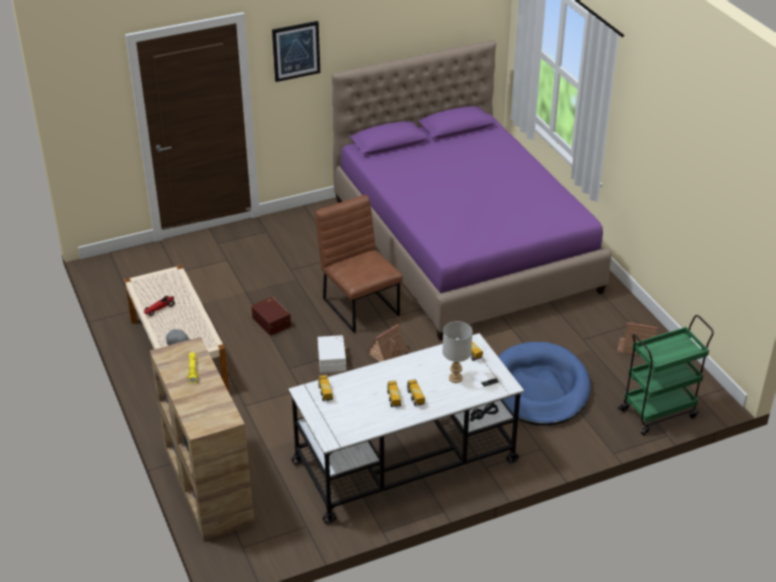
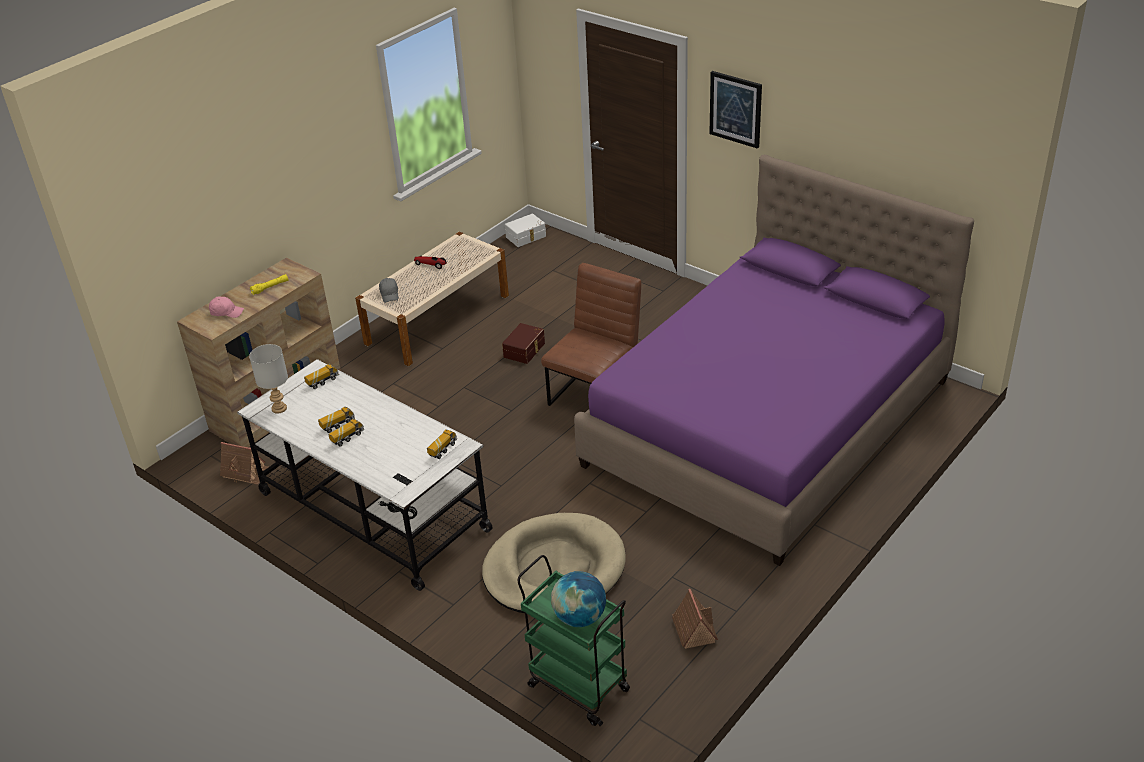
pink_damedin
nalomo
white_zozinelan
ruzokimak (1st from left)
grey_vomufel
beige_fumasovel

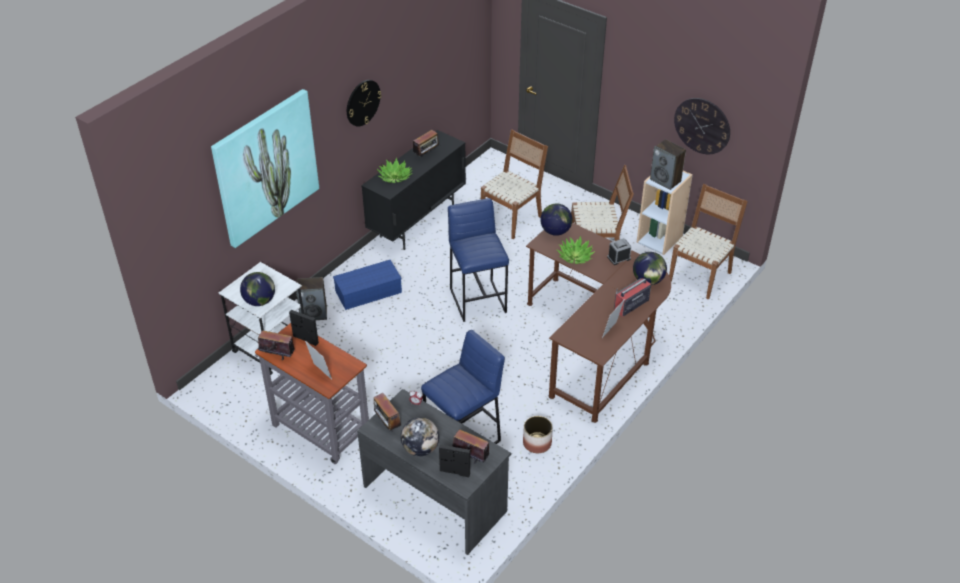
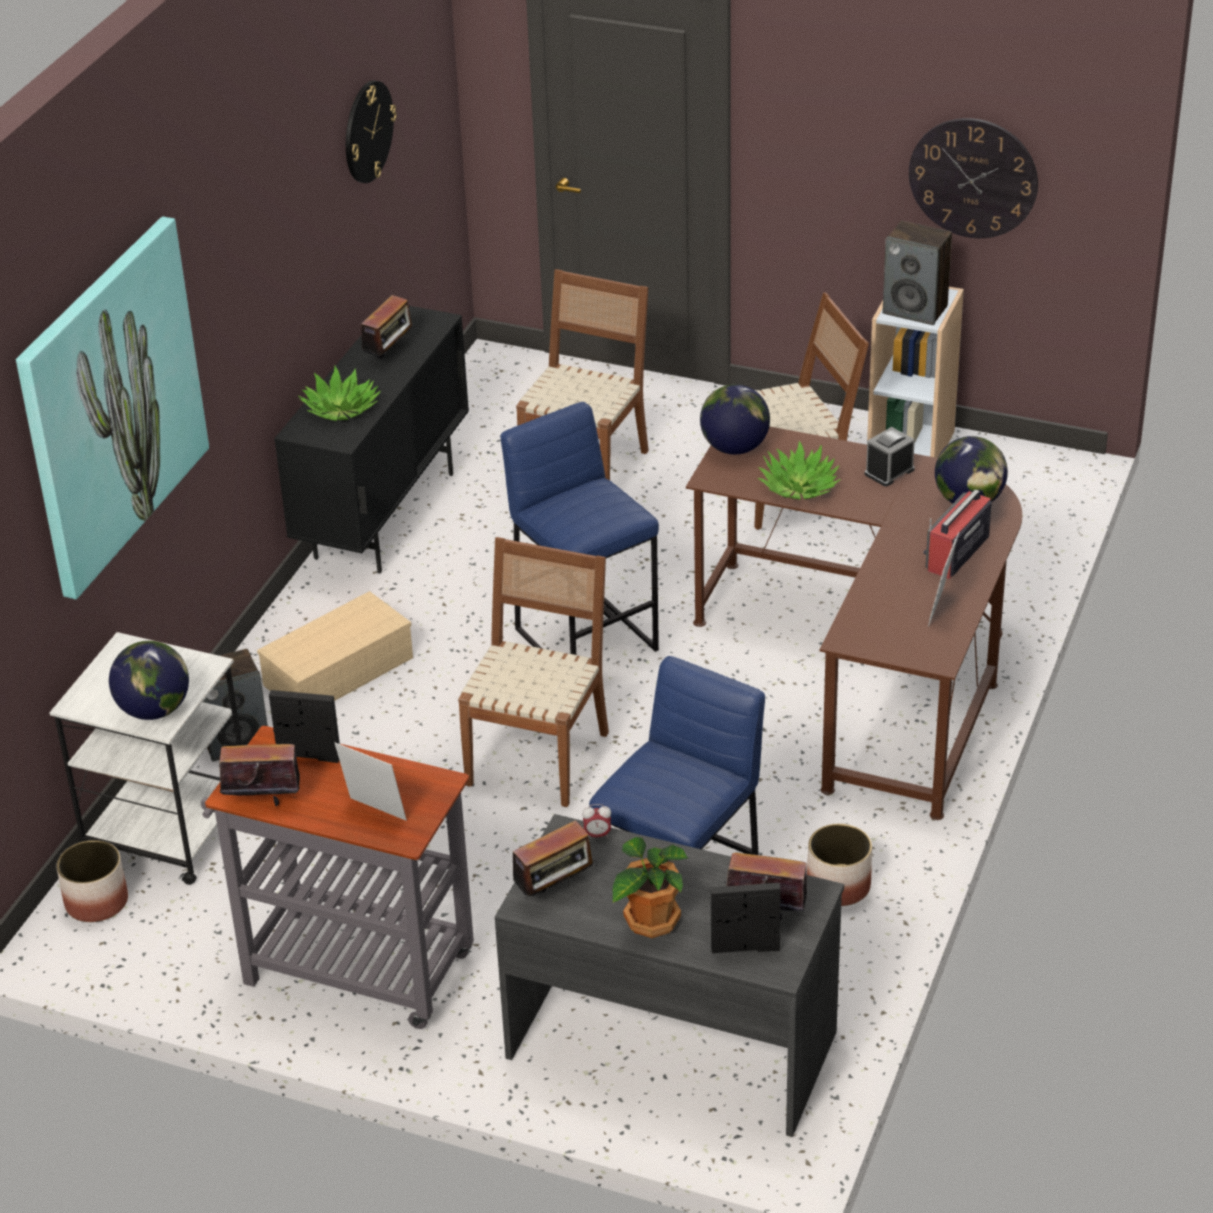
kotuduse (1st from left)
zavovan (1st from left)
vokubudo (1st from left)
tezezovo (2nd from left)
beige_zozinelan
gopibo (3rd from left)

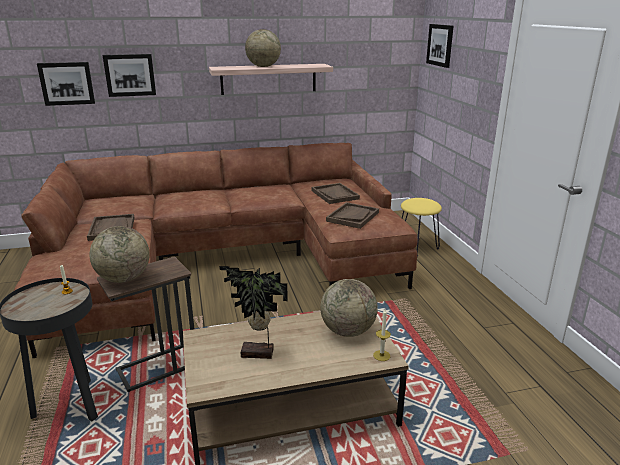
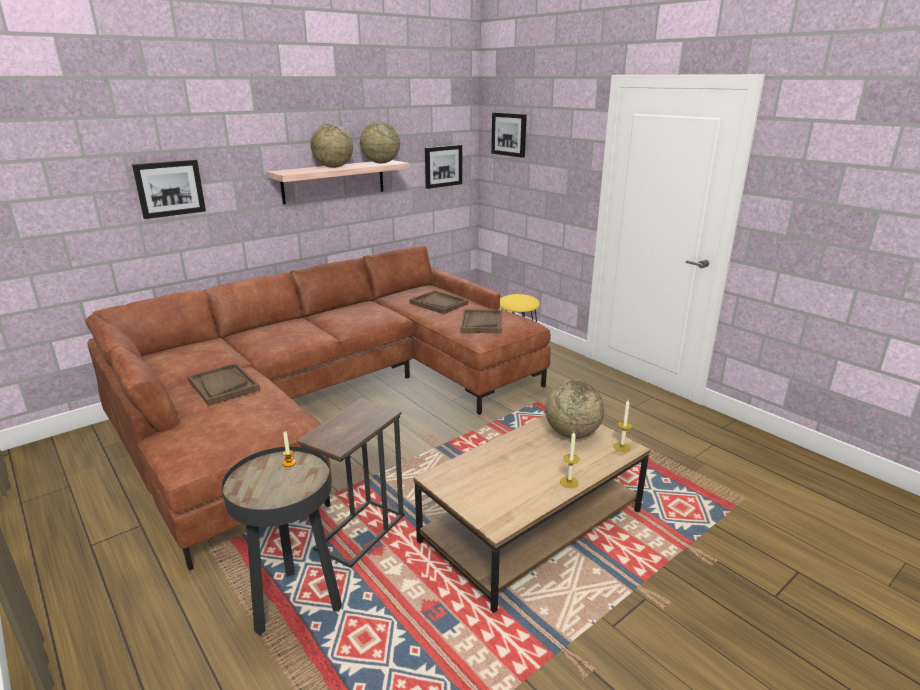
tezezovo
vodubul (2nd from left)
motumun (2nd from left)
nalomo (2nd from left)

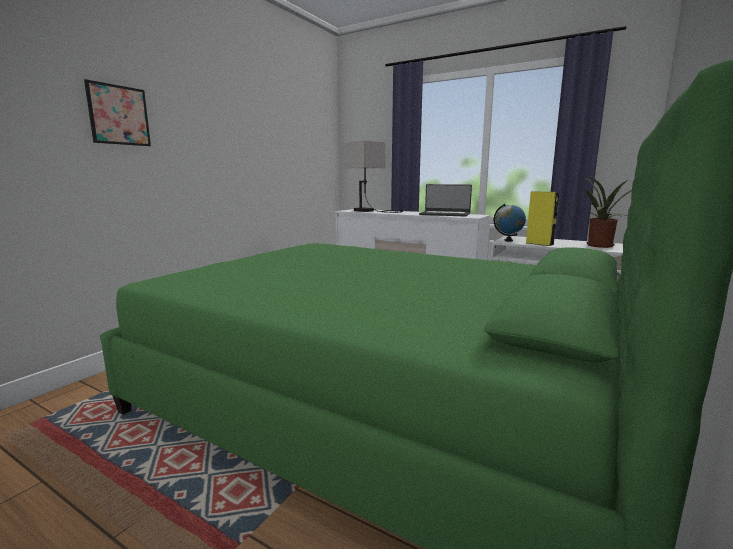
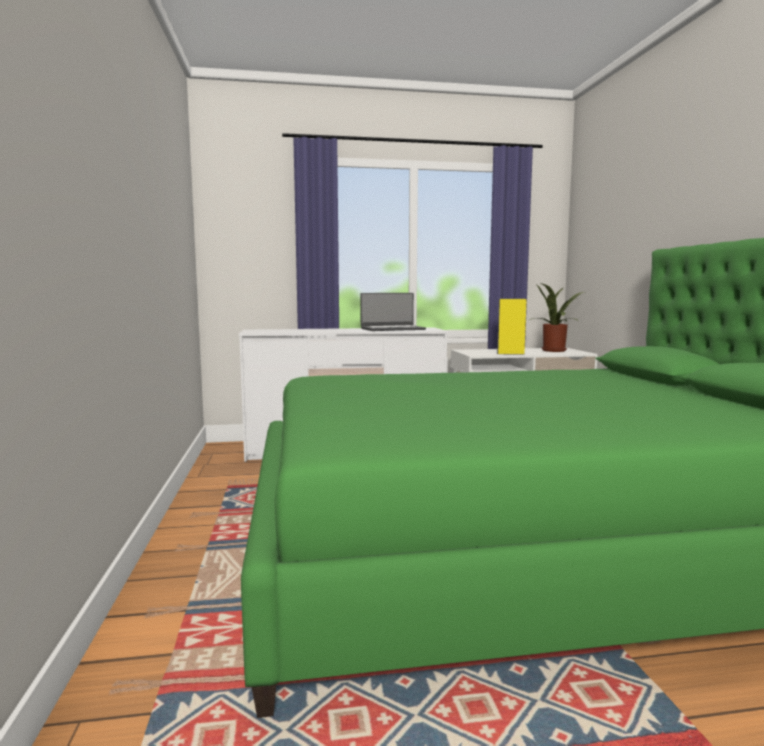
motumun
vomufel
nalomo

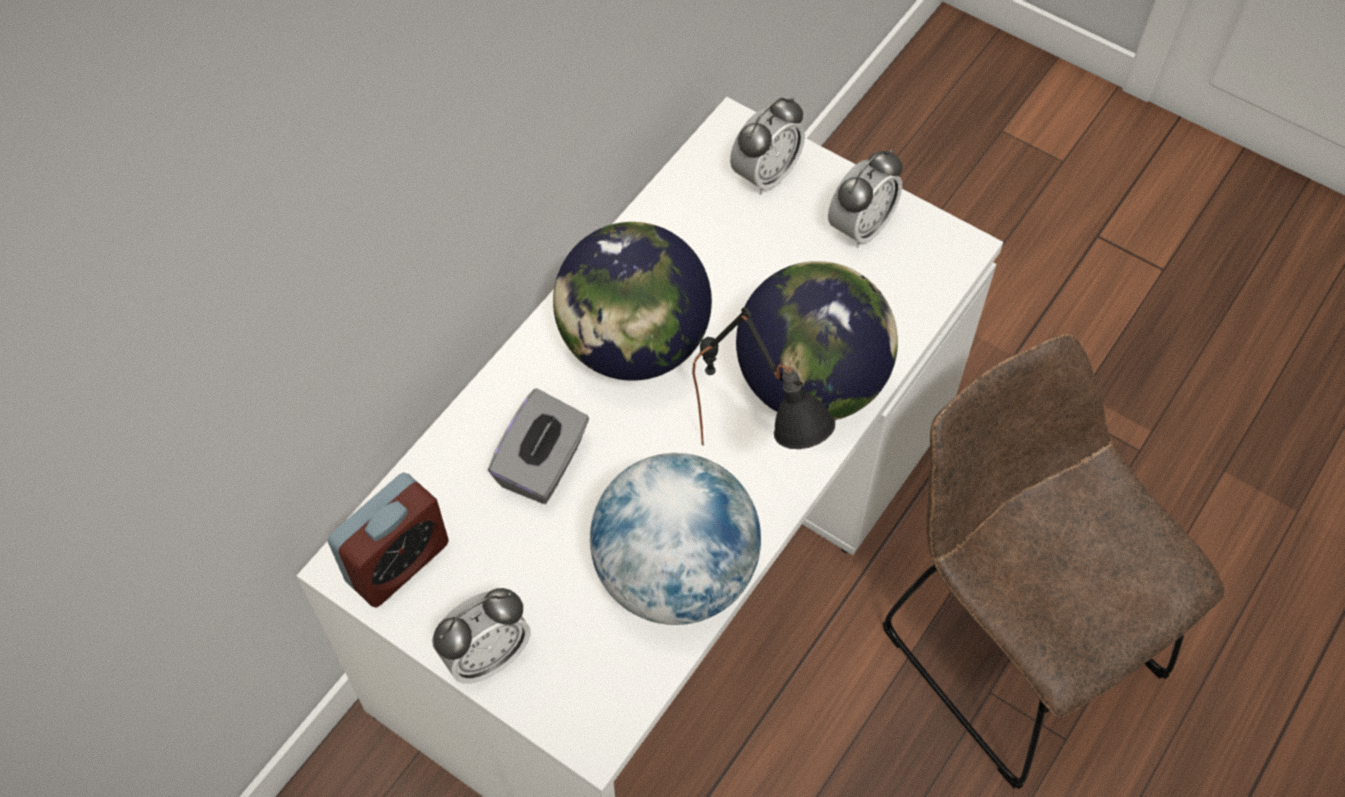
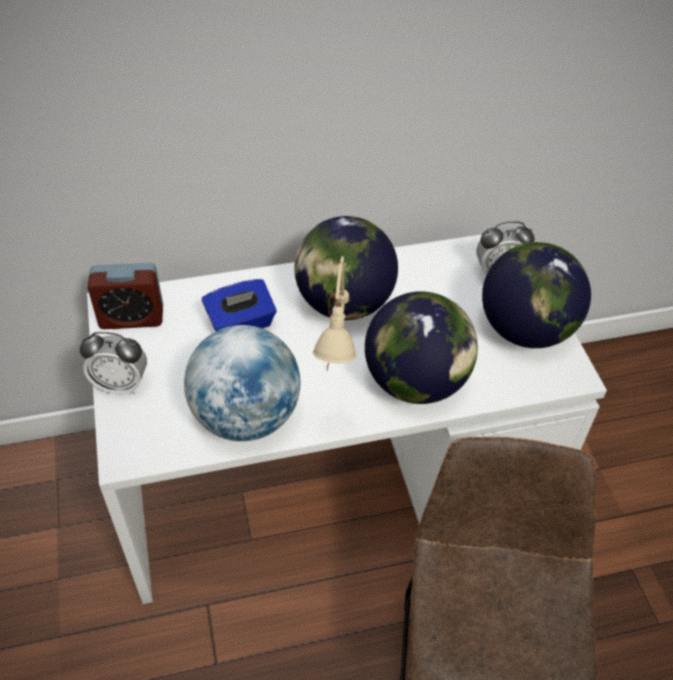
nalomo (4th from left)
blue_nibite
beige_vomufel

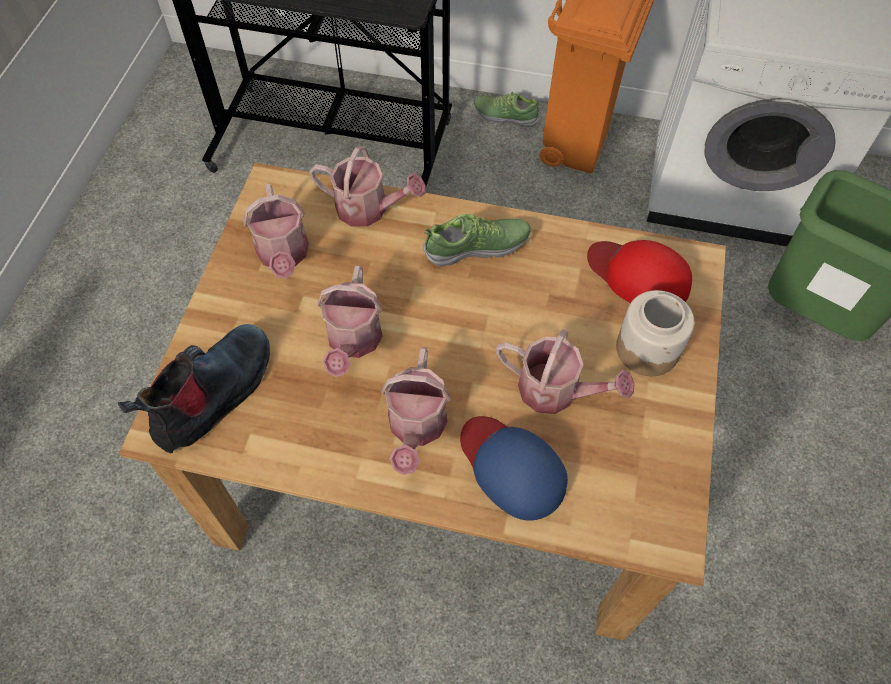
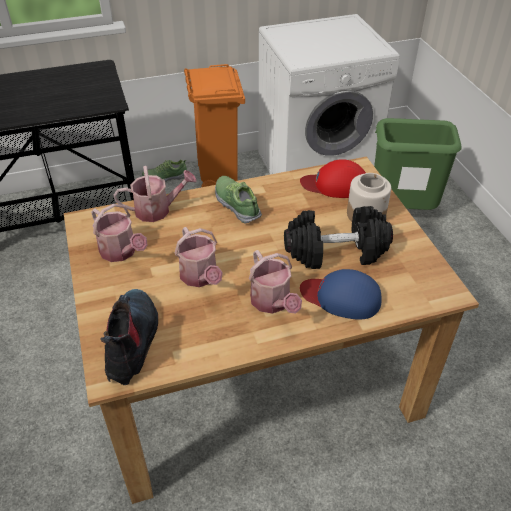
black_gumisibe
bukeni (2nd from left)

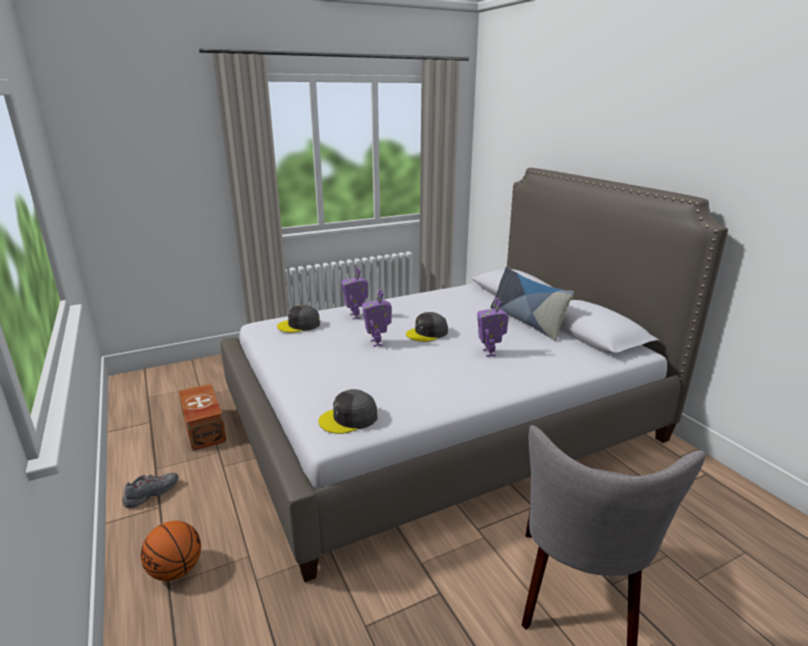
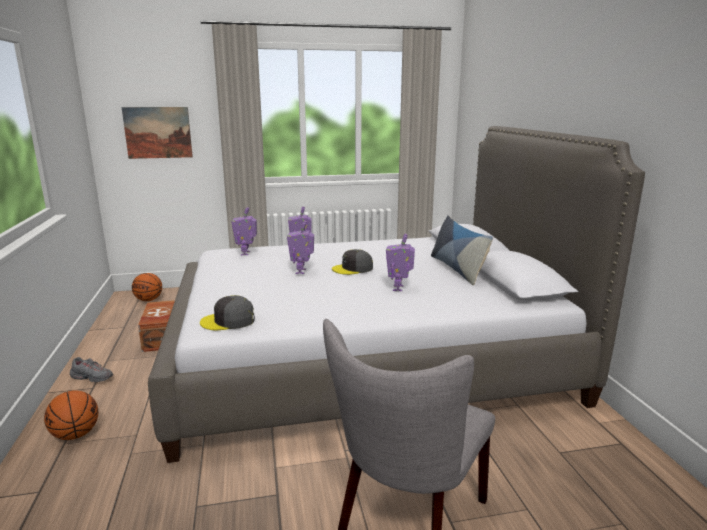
motumun
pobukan (2nd from left)
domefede (1st from left)
grey_bukeni

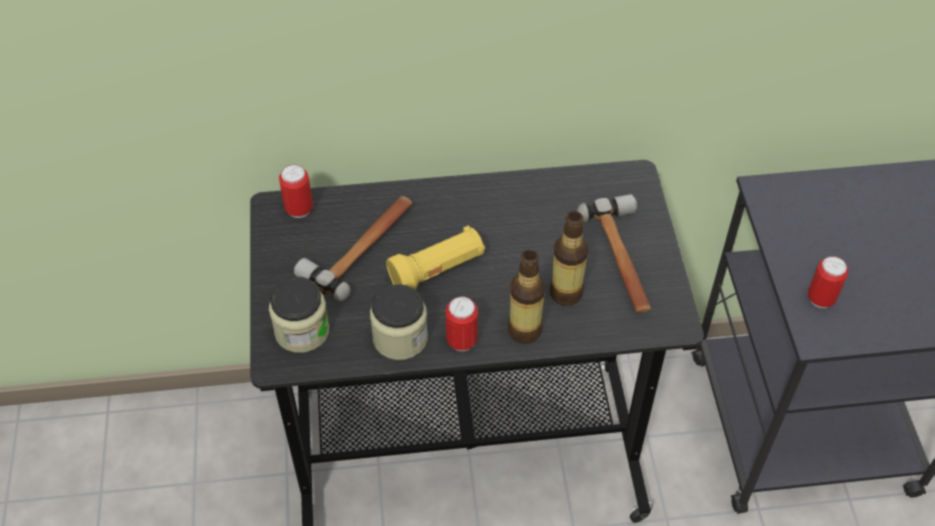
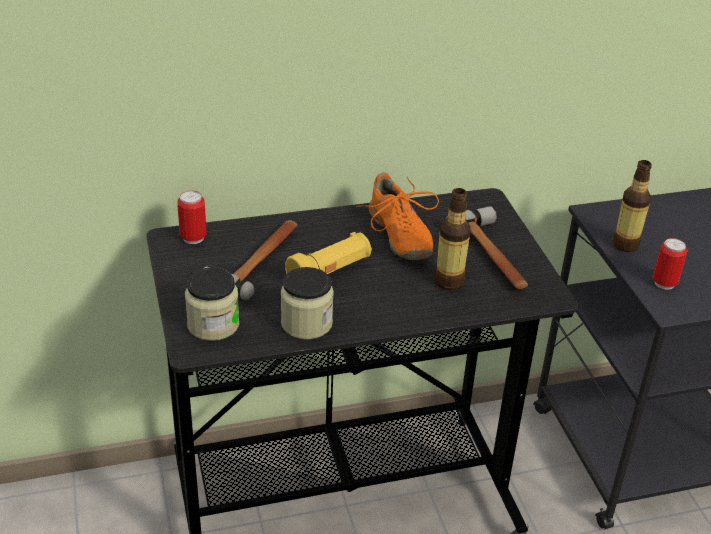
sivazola (2nd from left in the first image)
orange_bukeni
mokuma (2nd from left)

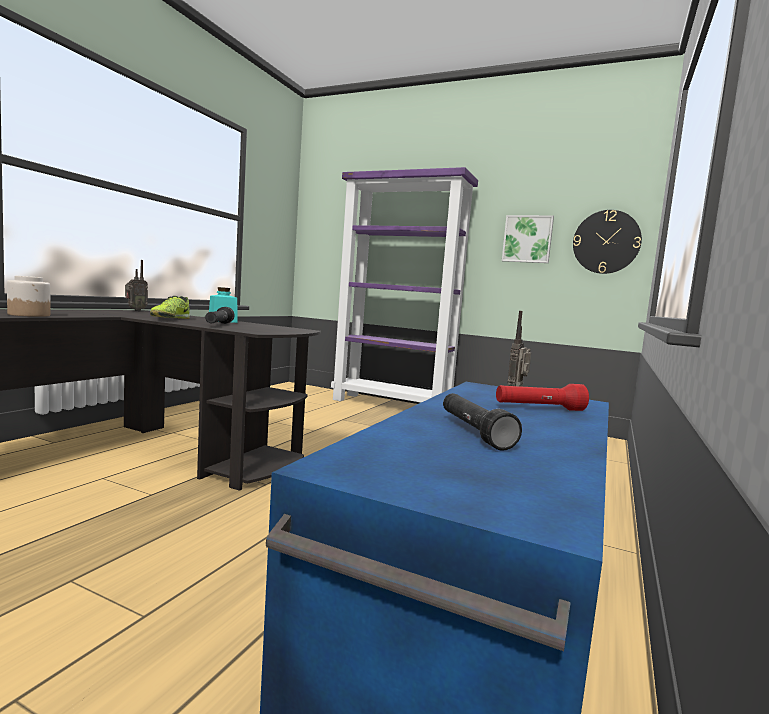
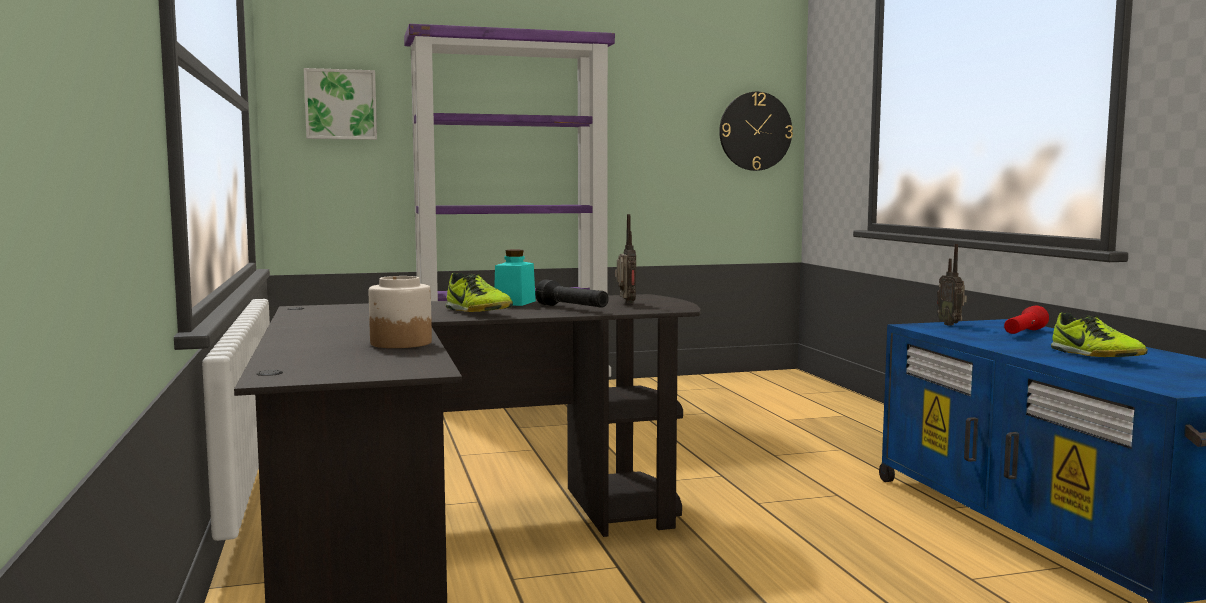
gopibo (1st from left)
motumun
bukeni (2nd from left)

